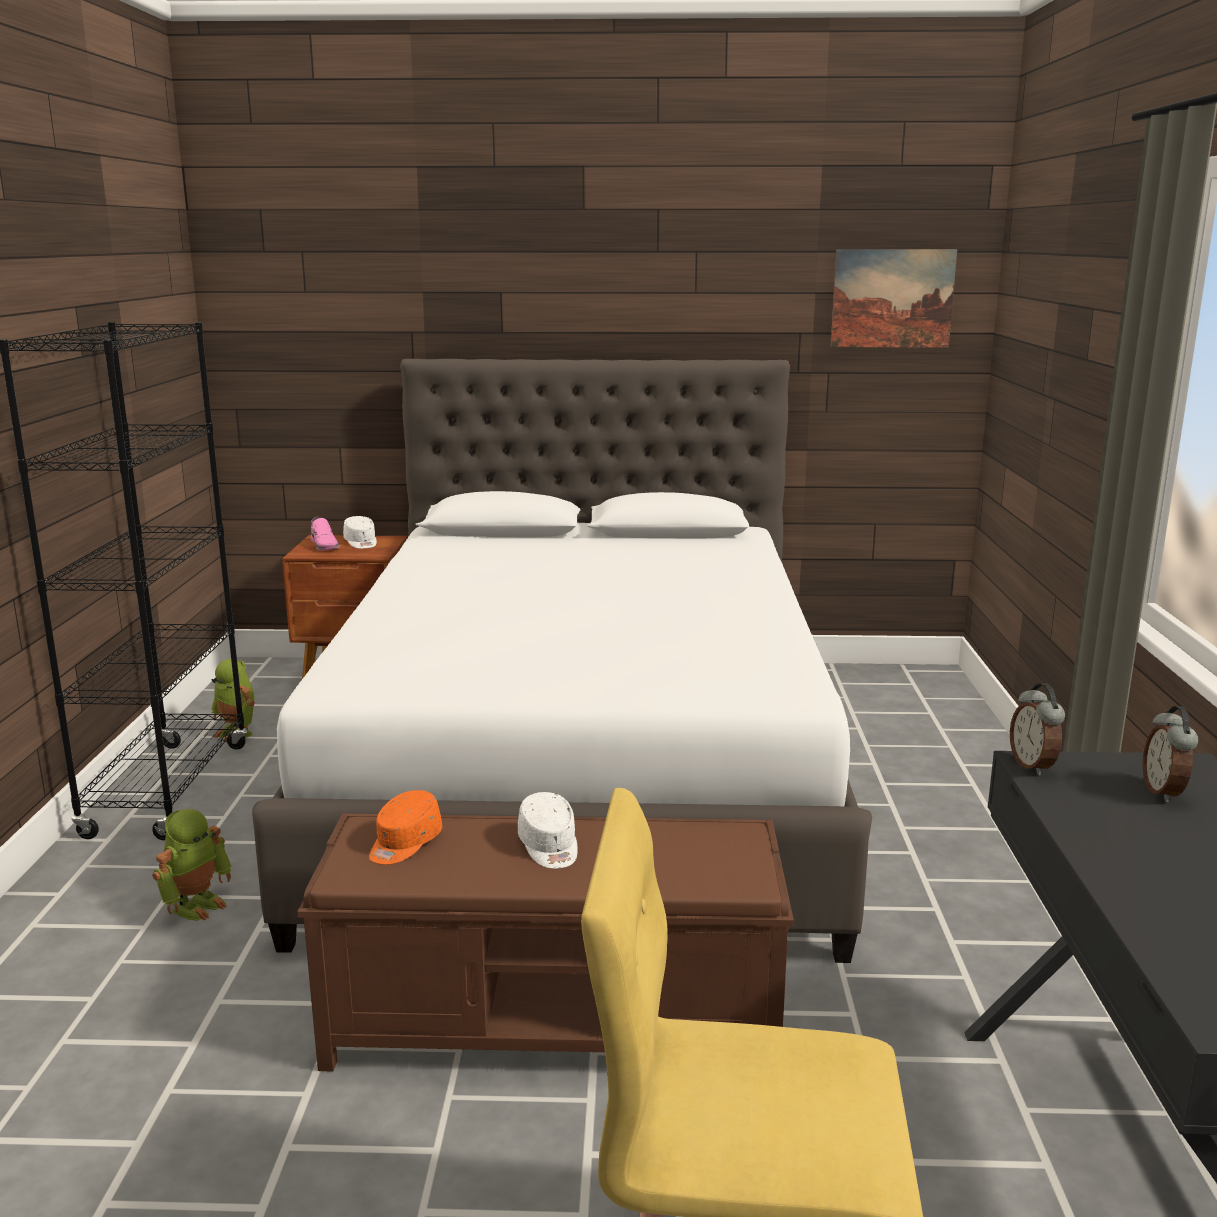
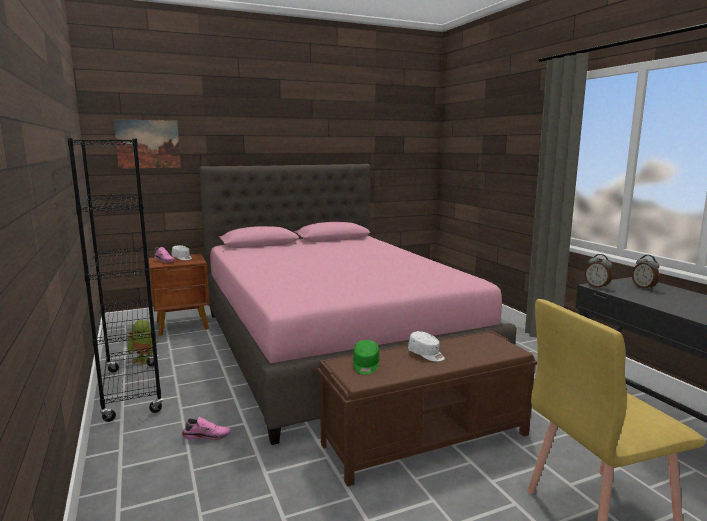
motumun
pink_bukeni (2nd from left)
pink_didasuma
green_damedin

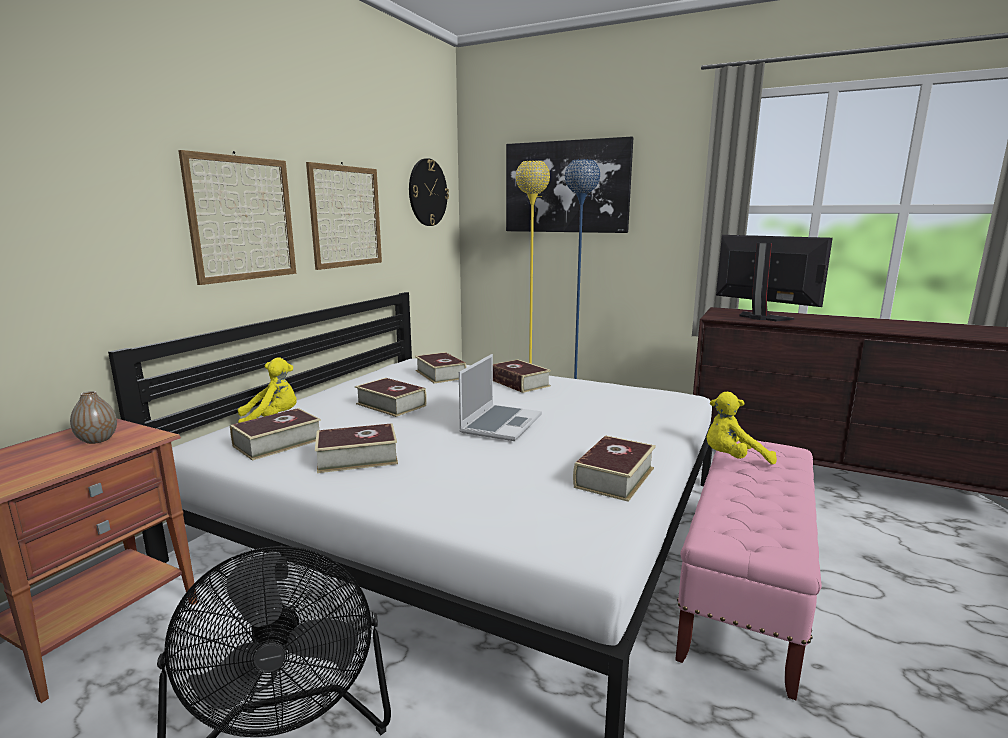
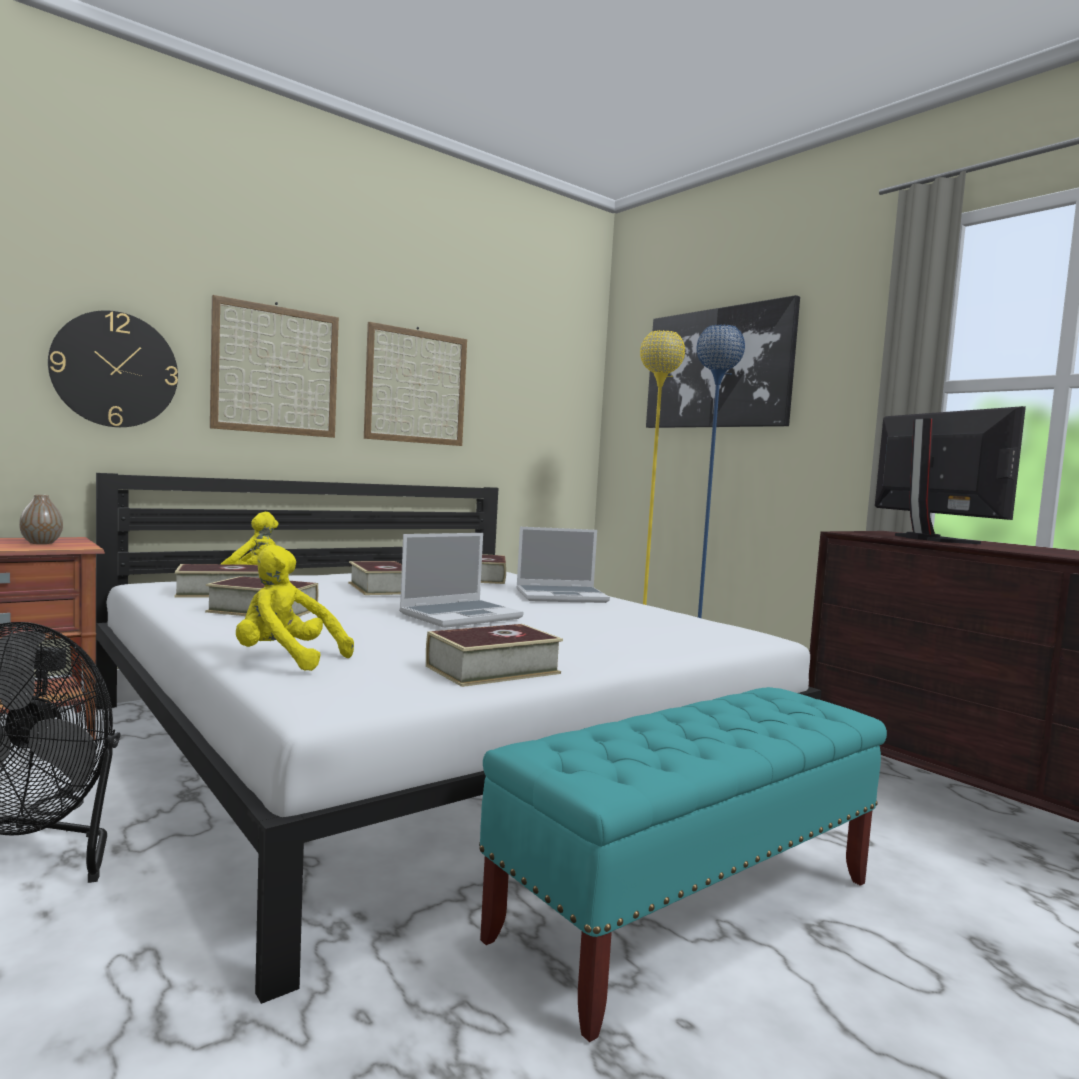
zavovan
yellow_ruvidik (2nd from left)
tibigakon (2nd from left)
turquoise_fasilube

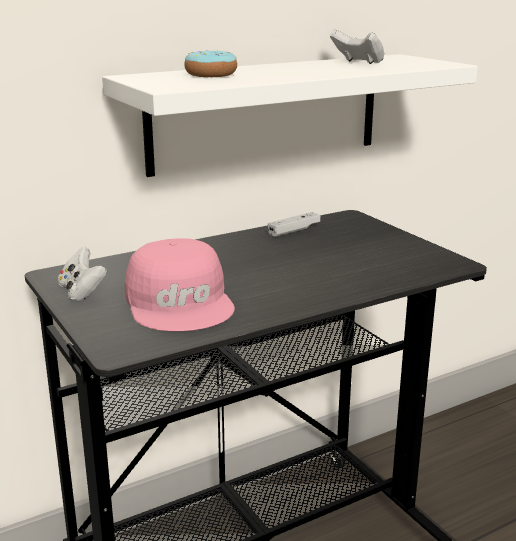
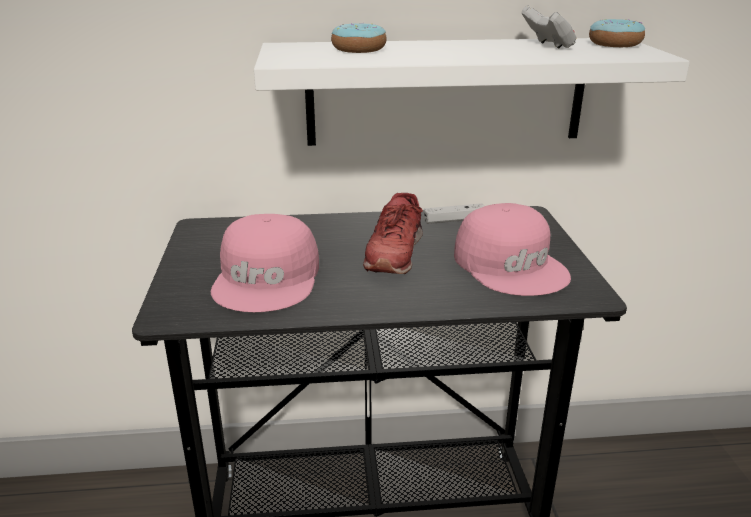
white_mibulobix (1st from left in the first image)
red_bukeni
pink_damedin (2nd from left)
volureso (2nd from left)

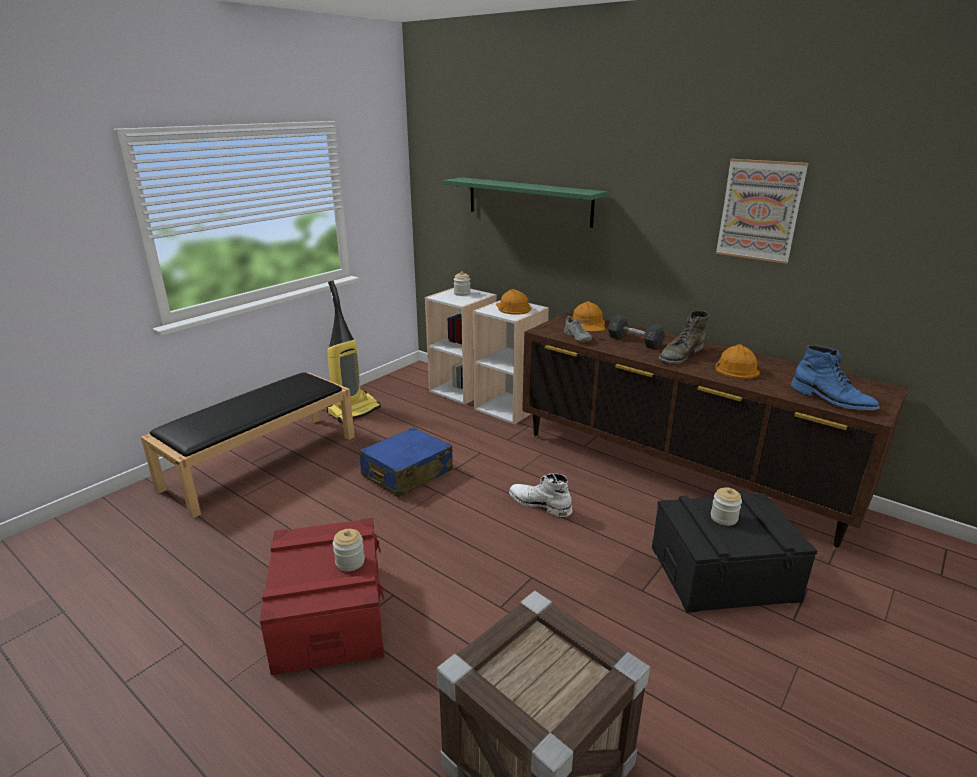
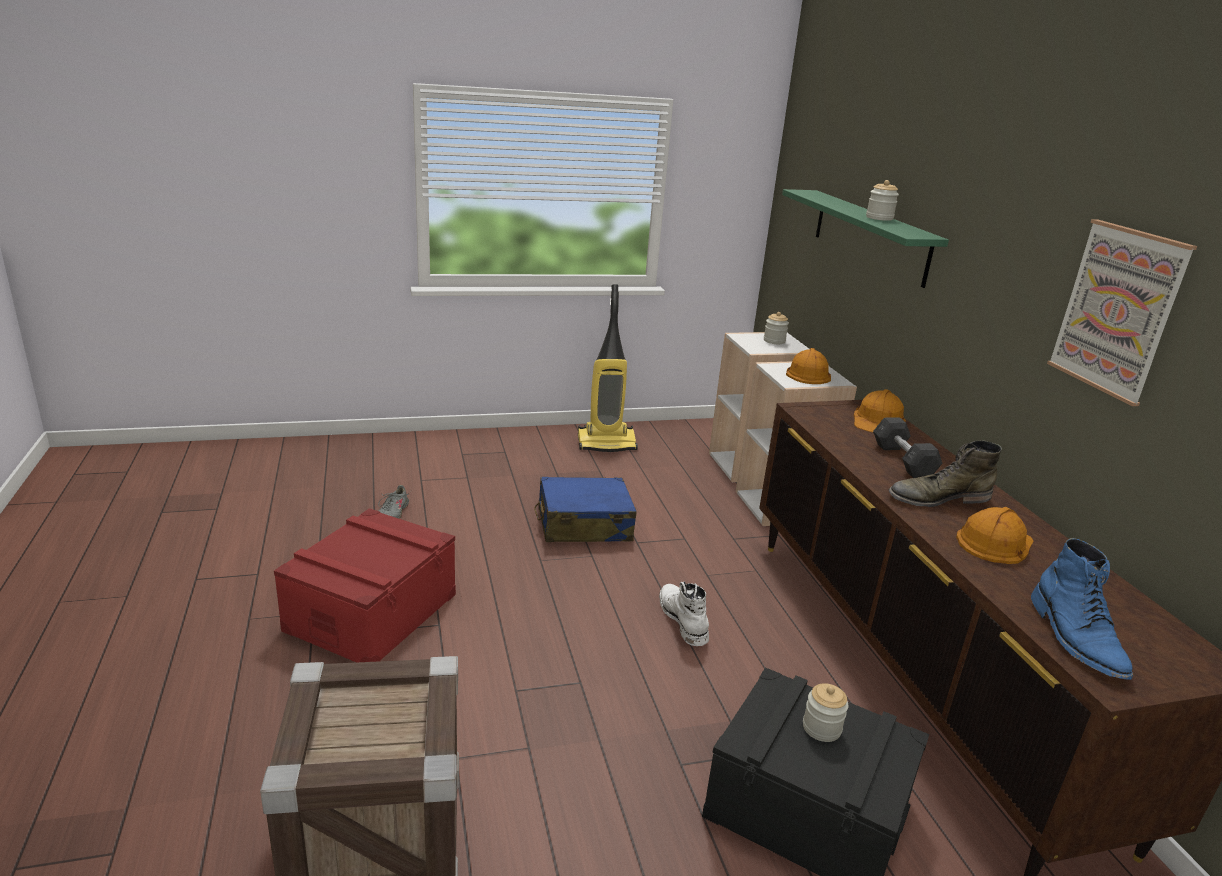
black_fasilube
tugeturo (3rd from left)
grey_bukeni

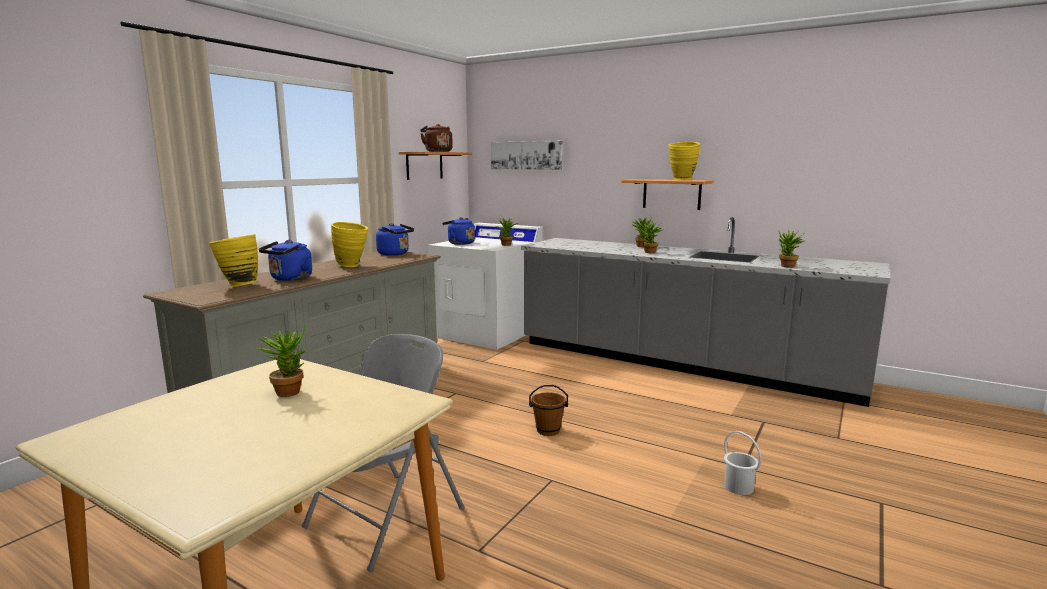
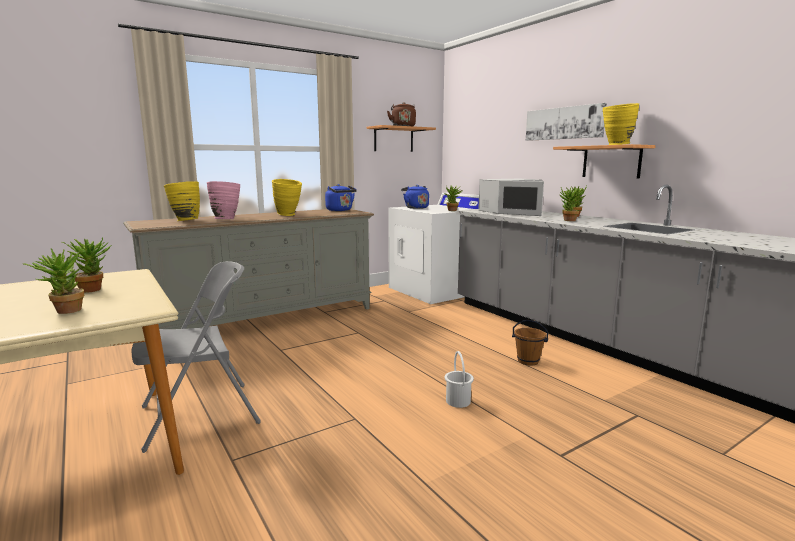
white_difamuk
motumun
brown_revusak
white_revusak
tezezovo (1st from left)
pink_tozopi

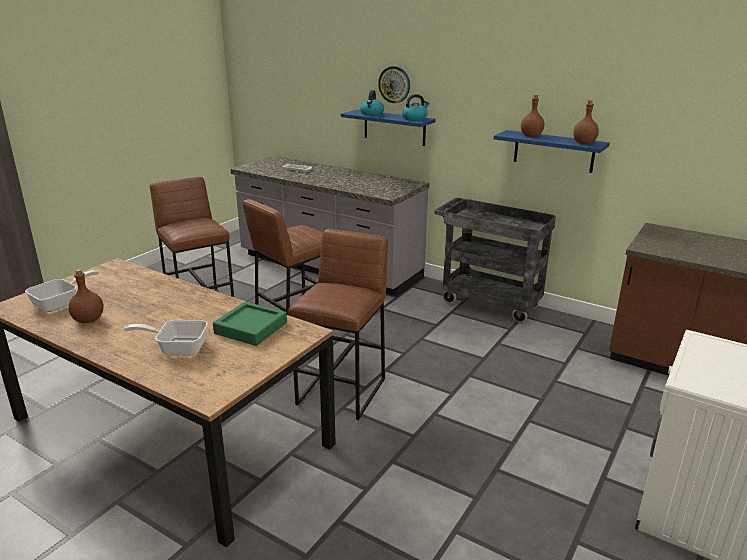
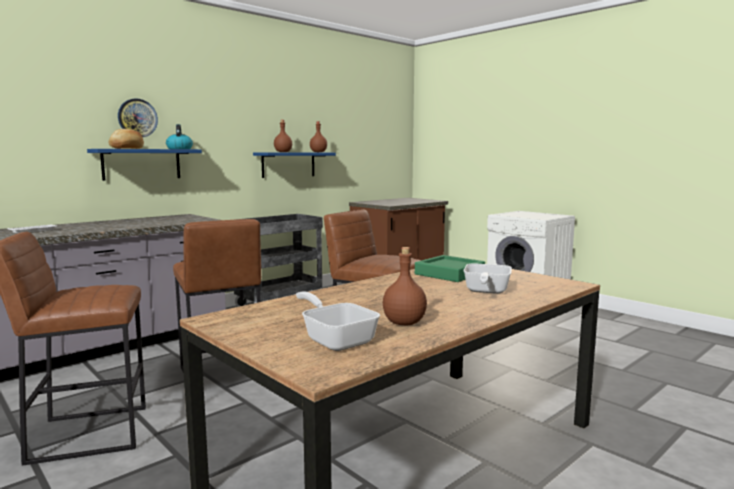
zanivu

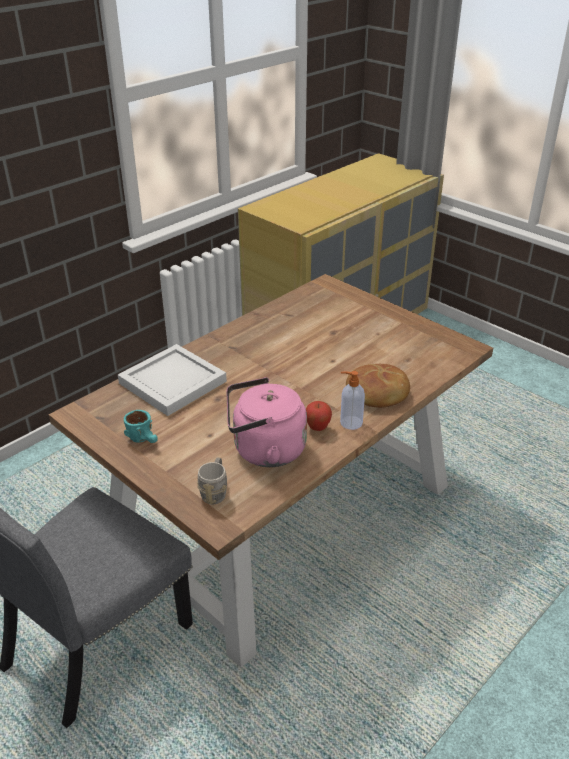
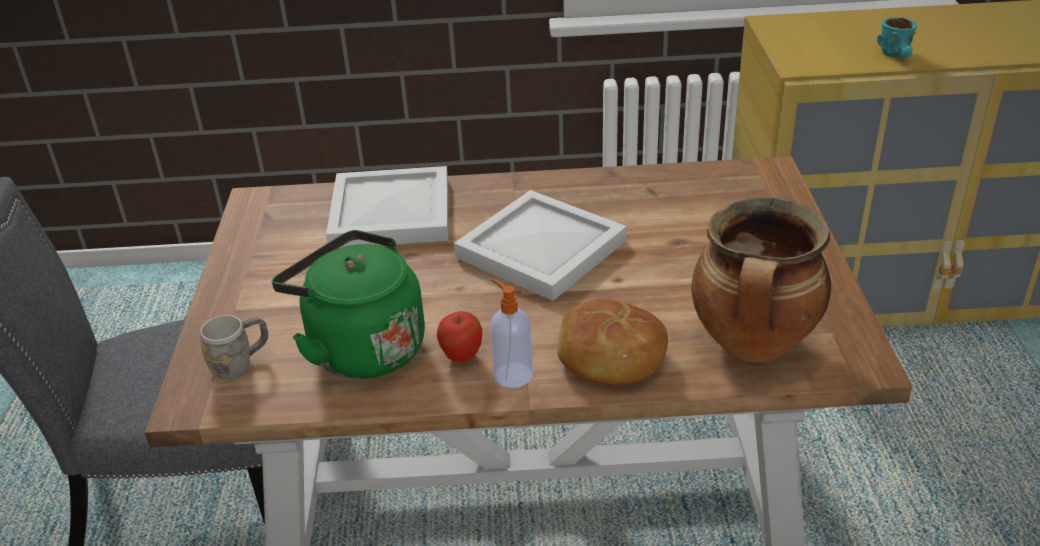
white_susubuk (2nd from left)
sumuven
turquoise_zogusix
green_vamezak

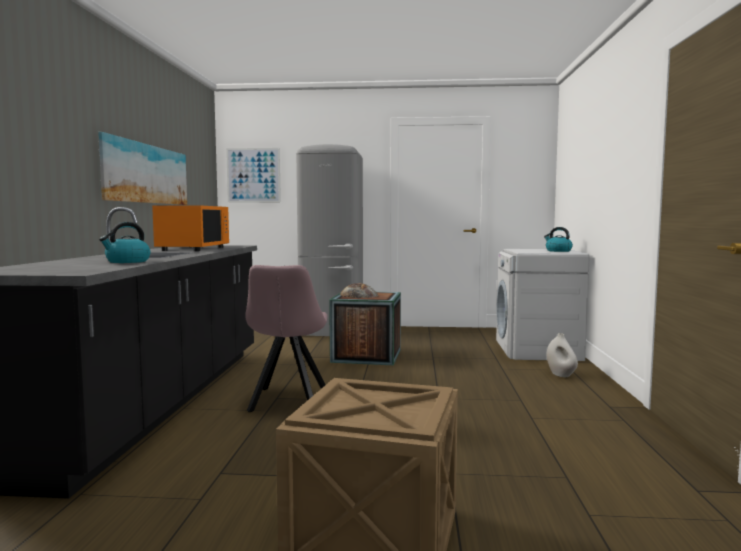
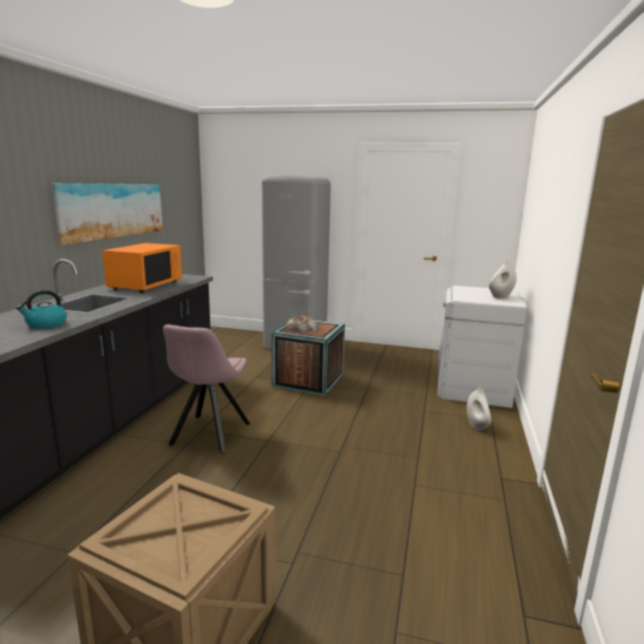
motumun (2nd from left in the first image)
white_tozopi (2nd from left)

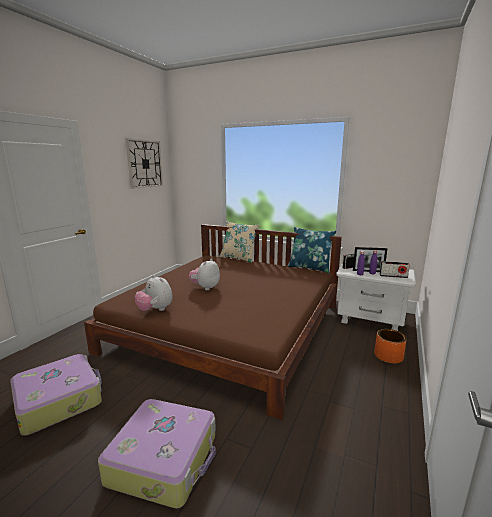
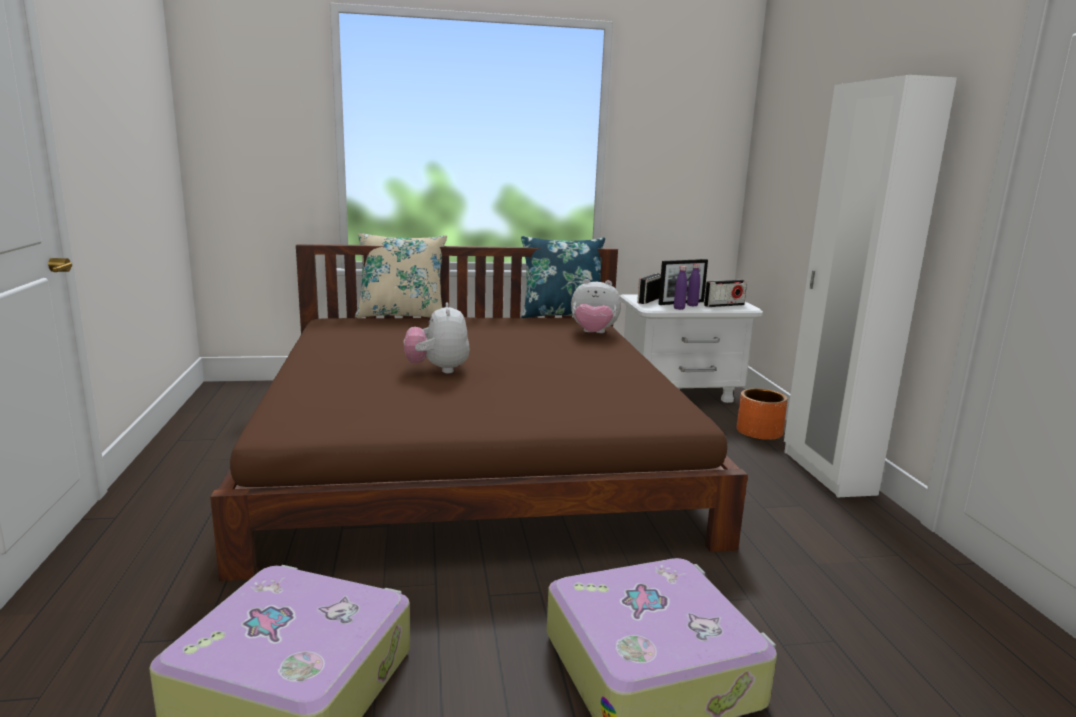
zavovan
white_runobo
ruvidik (2nd from left)

